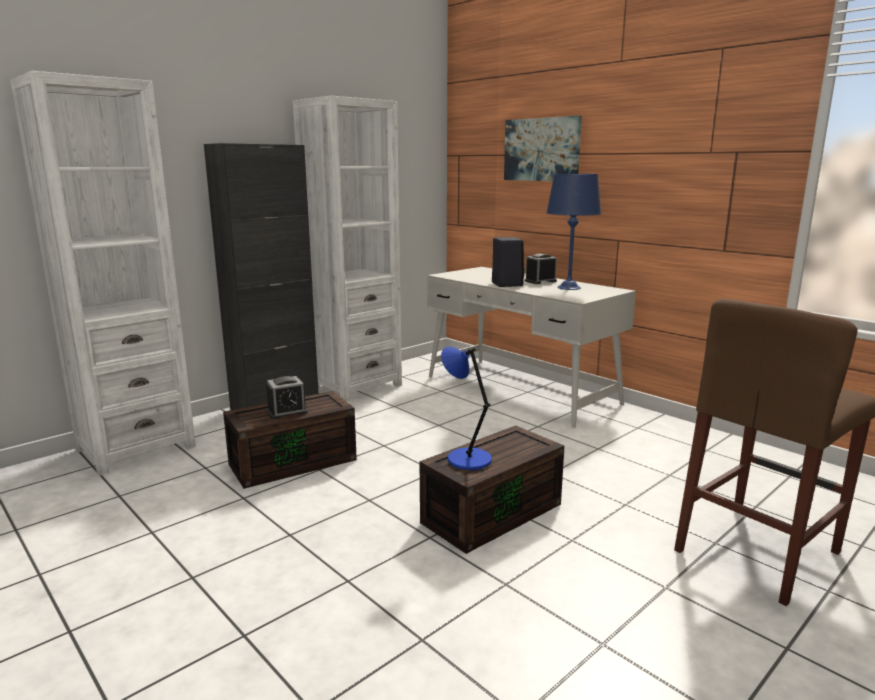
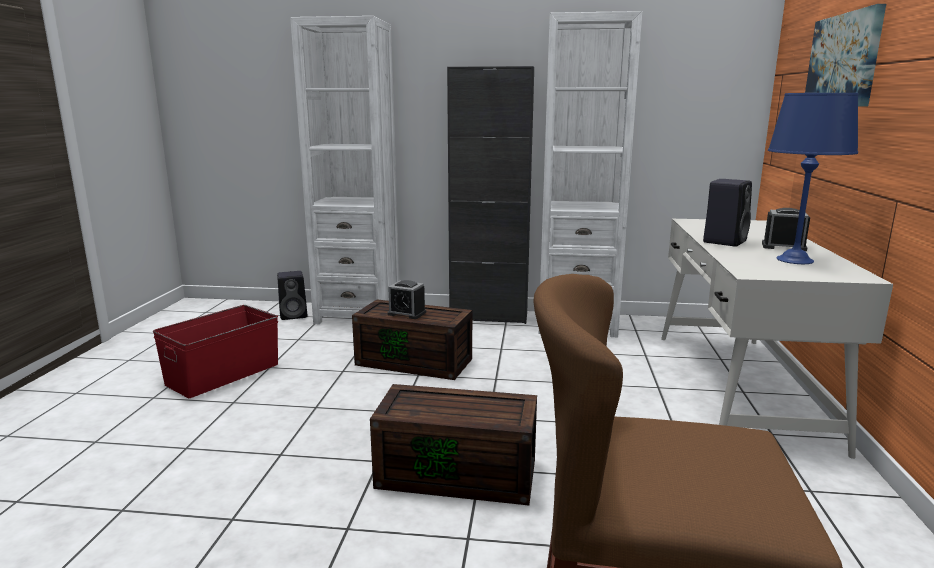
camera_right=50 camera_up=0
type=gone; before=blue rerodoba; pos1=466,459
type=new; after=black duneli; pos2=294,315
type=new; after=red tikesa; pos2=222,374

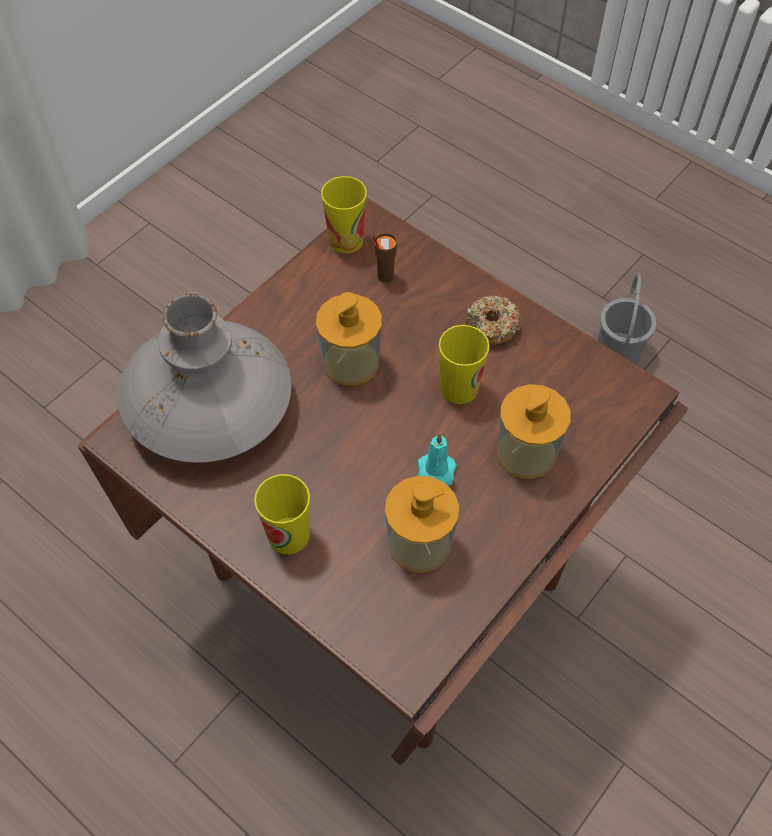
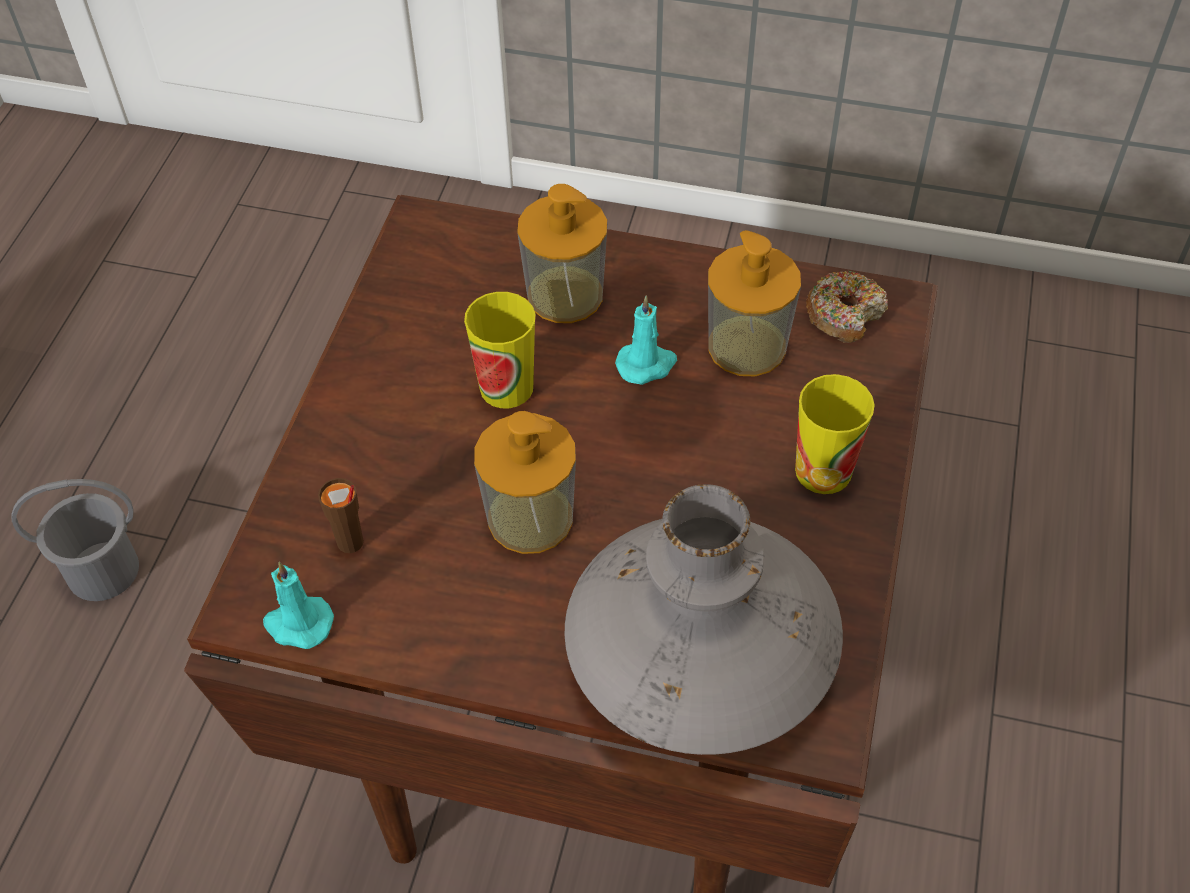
camera_right=-115 camera_up=-5
type=swapped; before=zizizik; after=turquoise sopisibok; pos1=346,240; pos2=298,624
type=shifted; before=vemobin; pos1=492,326; pos2=844,314

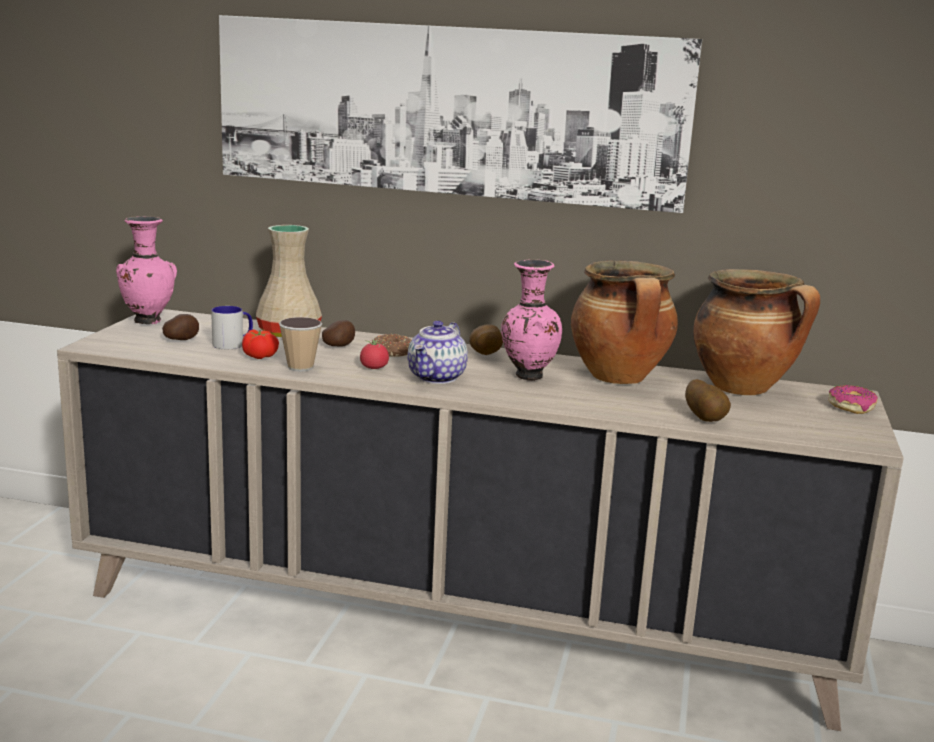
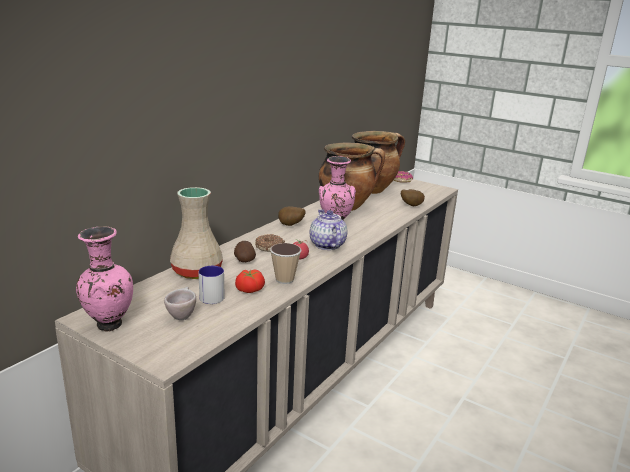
camera_right=-70 camera_up=5
type=gone; before=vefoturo; pos1=447,111
type=swapped; before=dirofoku; after=beige zizizik; pos1=181,340; pos2=182,315
type=rotated; before=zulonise; pos1=437,377; pos2=326,245; turn=-150

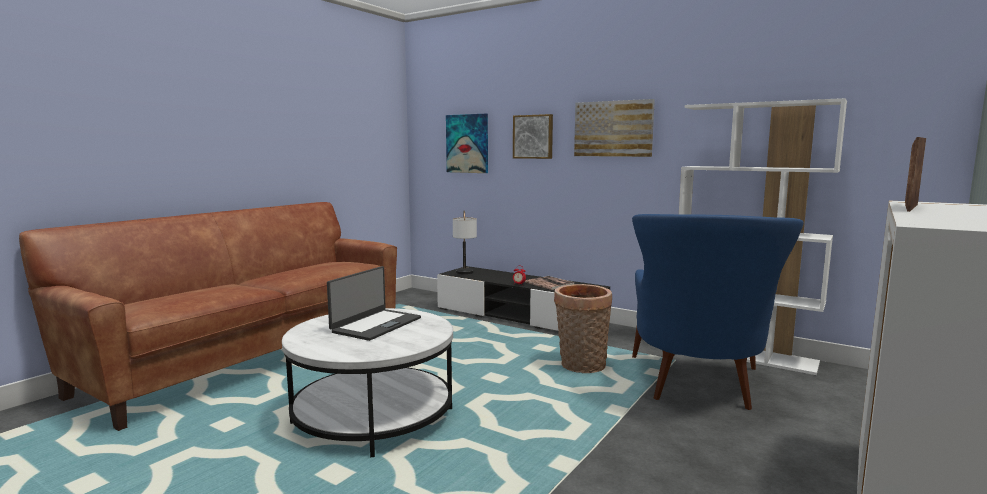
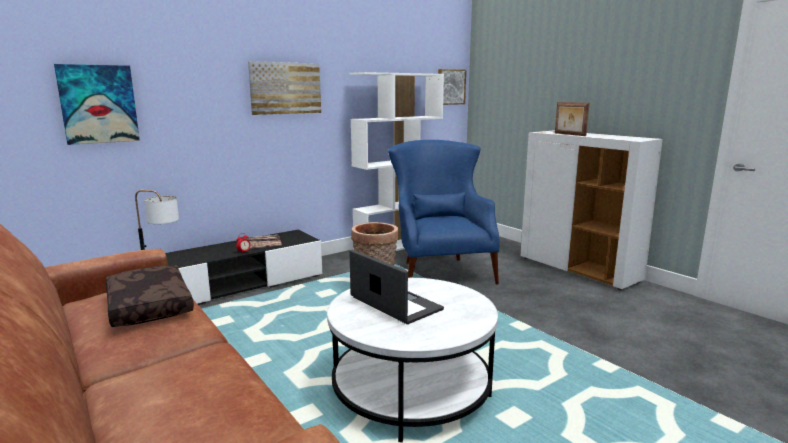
camera_right=-70 camera_up=5
type=shifted; before=vefoturo; pos1=533,136; pos2=450,87
type=rotated; before=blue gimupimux; pos1=698,389; pos2=439,268; turn=-135
type=new; after=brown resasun; pos2=147,306

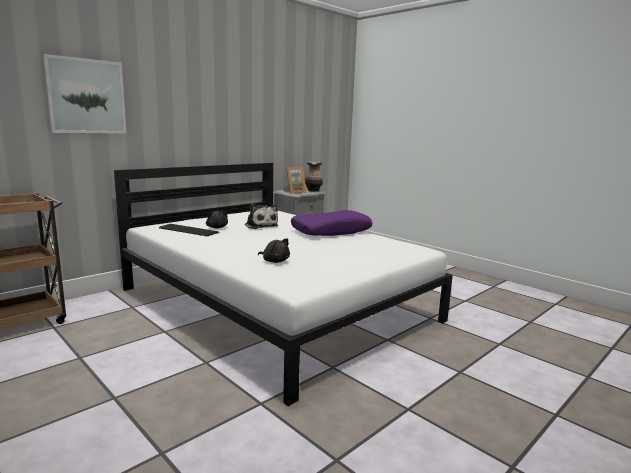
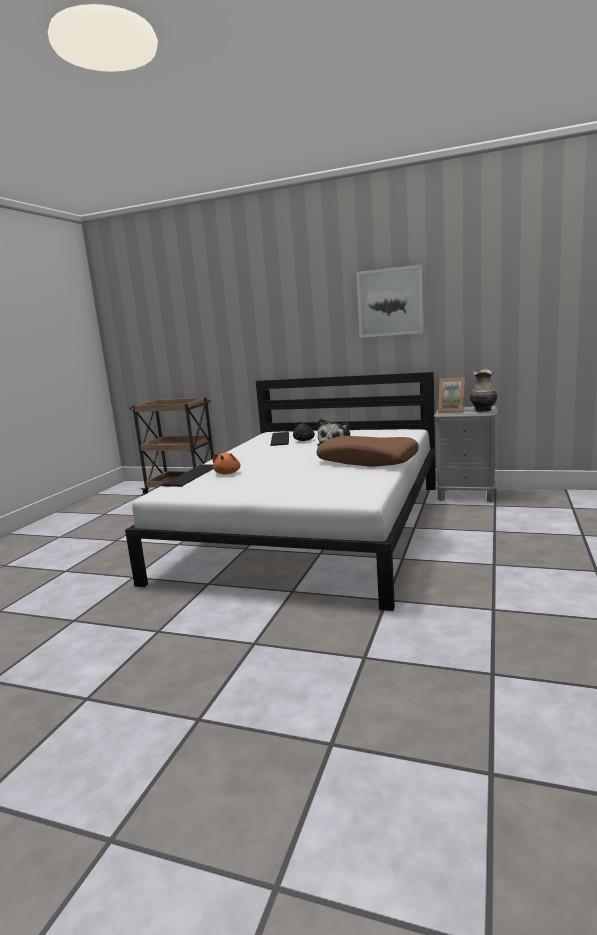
camera_right=65 camera_up=0
type=shifted; before=vefoturo; pos1=86,96; pos2=390,302
type=repainted; before=purple resasun; after=brown resasun; pos1=331,231; pos2=368,460
type=repainted; before=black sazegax; after=orange sazegax; pos1=275,261; pos2=228,473
type=new; after=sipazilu; pos2=192,475

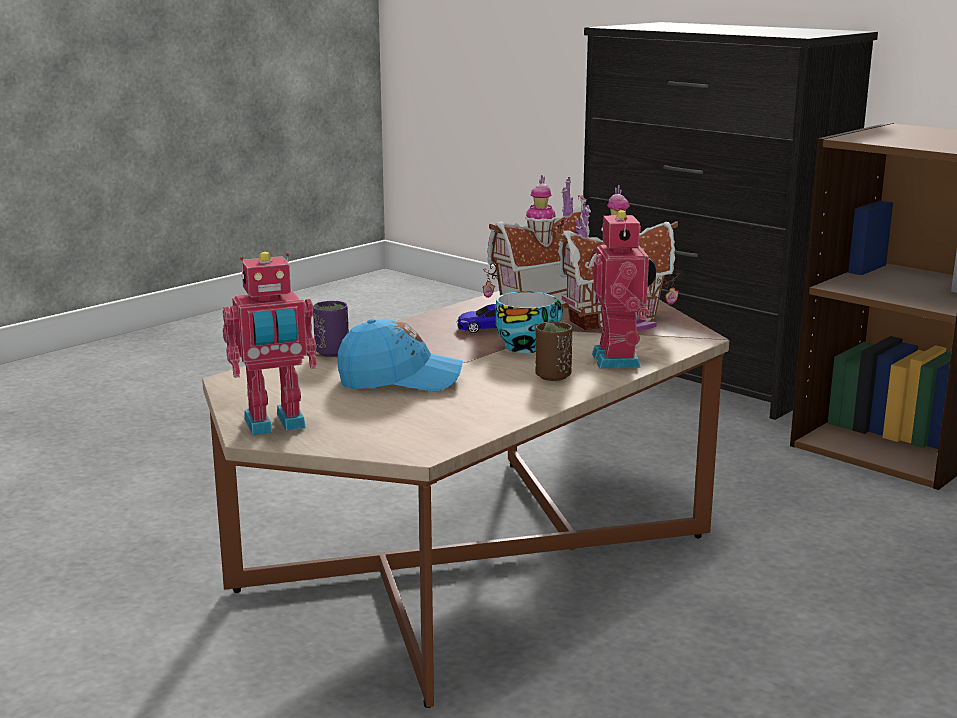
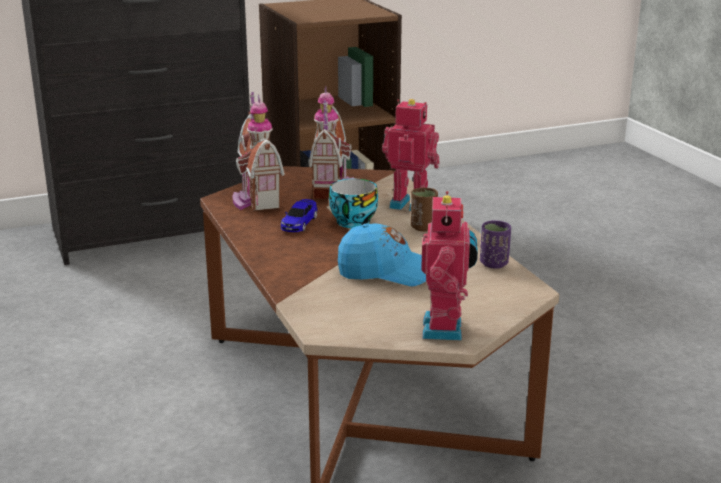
camera_right=-65 camera_up=5
type=shifted; before=purple zizizik; pos1=332,352; pos2=494,264
type=rotated; before=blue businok; pos1=400,380; pos2=386,272; turn=75

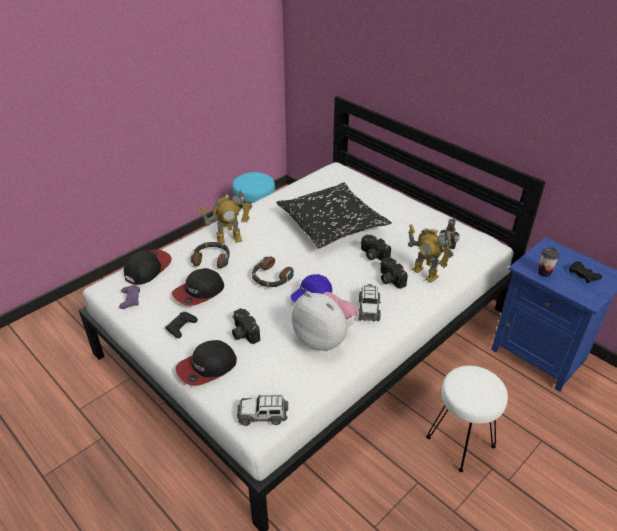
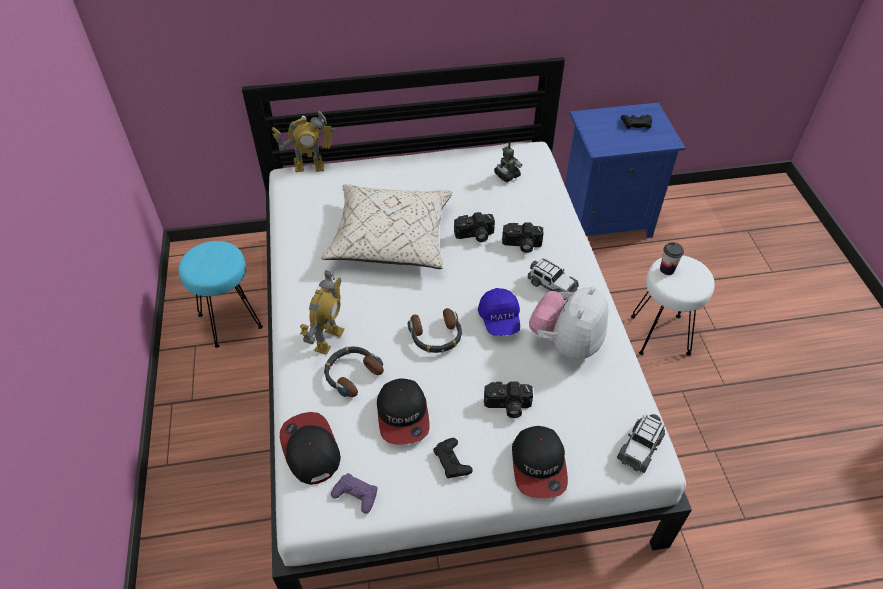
camera_right=-55 camera_up=10
type=repainted; before=black resasun; after=beige resasun; pos1=331,225; pos2=390,238
type=shifted; before=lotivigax; pos1=425,273; pos2=309,167
type=shifted; before=zizizik; pos1=544,272; pos2=667,269
type=rotated; before=sazegax; pos1=324,338; pos2=566,342; turn=-45

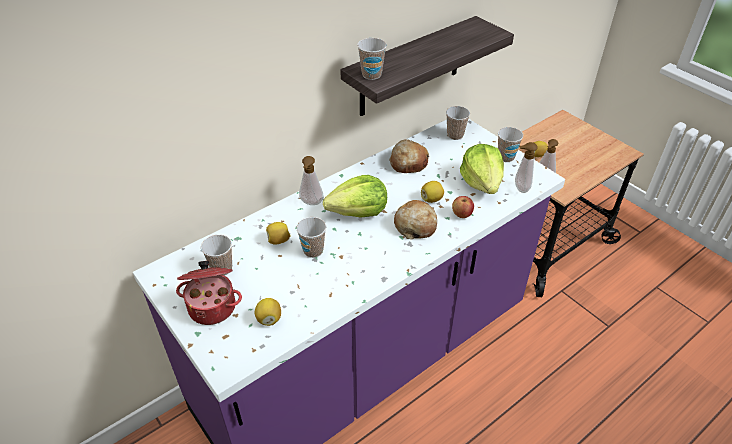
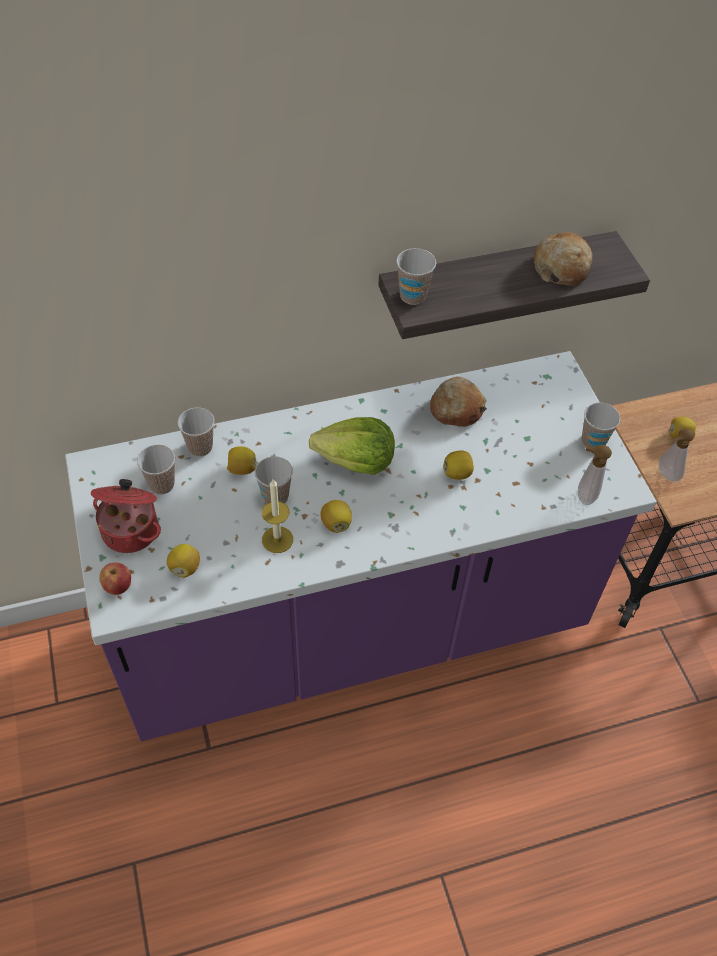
camera_right=20 camera_up=10
type=shifted; before=zizizik; pos1=455,135; pos2=200,447
type=gone; before=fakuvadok; pos1=482,182
type=gone; before=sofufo; pos1=311,203
type=shifted; before=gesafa; pos1=461,214; pos2=118,586
type=shifted; before=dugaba; pos1=415,225; pos2=561,267
type=new; after=sopisibok; pos2=277,539
type=new; after=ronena; pos2=336,523

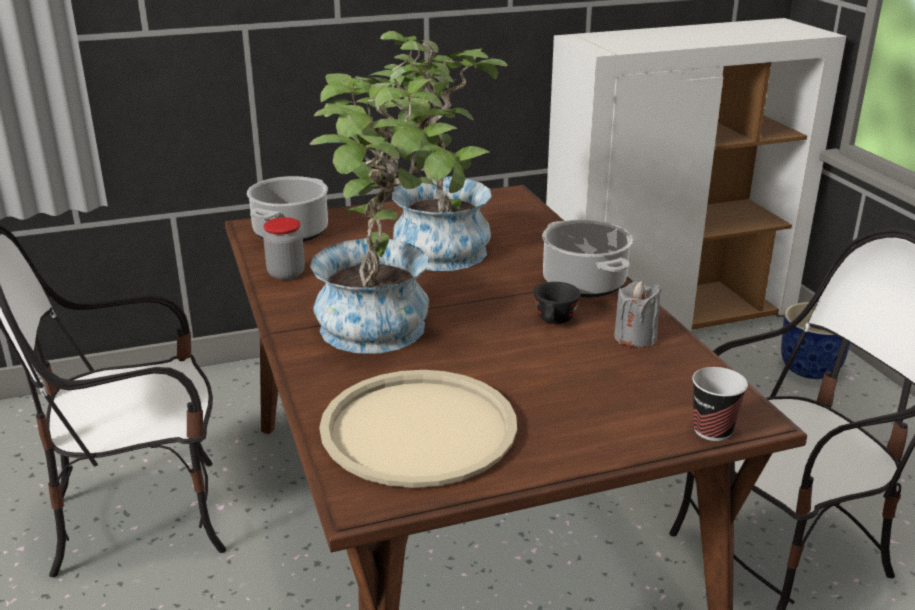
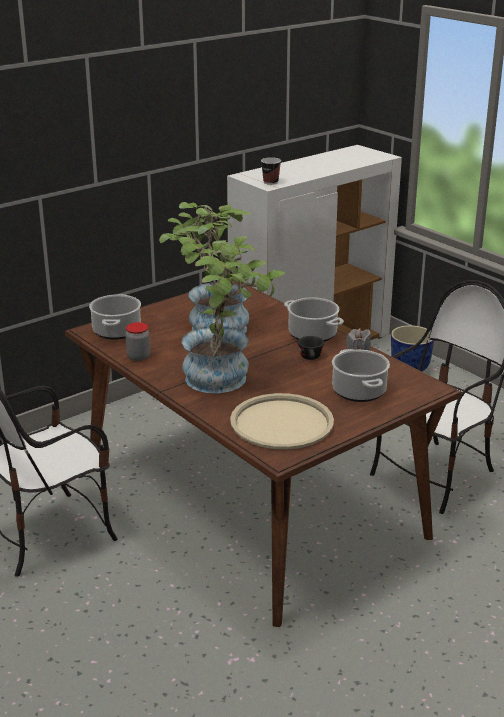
camera_right=-20 camera_up=0
type=shifted; before=zizizik; pos1=712,430; pos2=270,182
type=new; after=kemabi; pos2=358,391

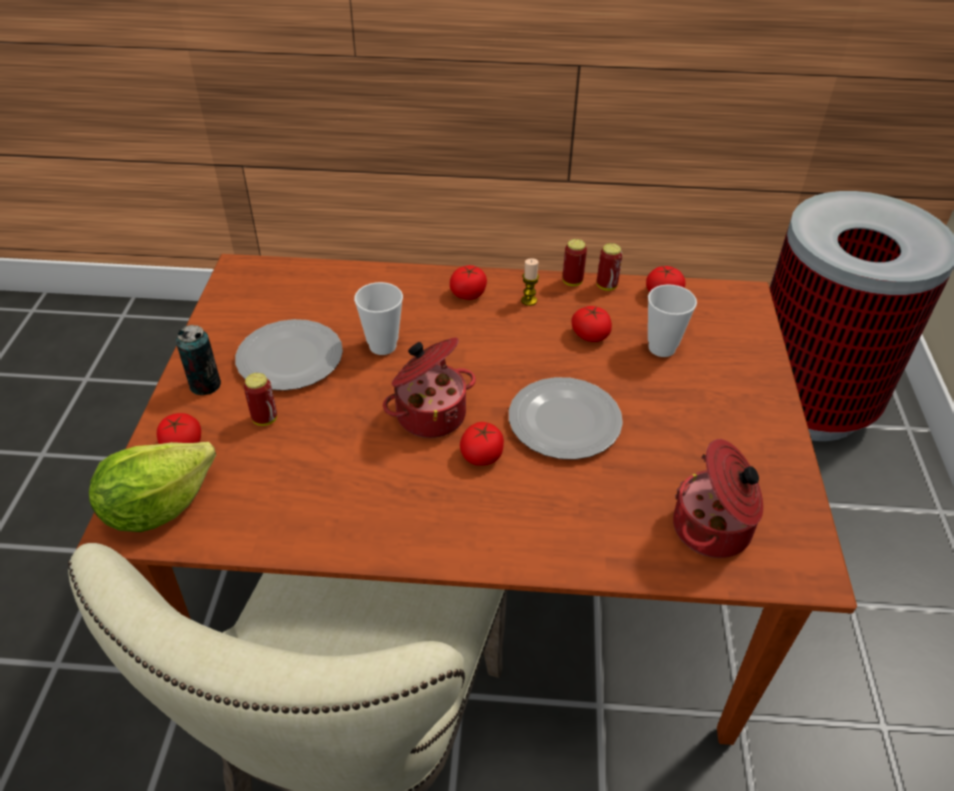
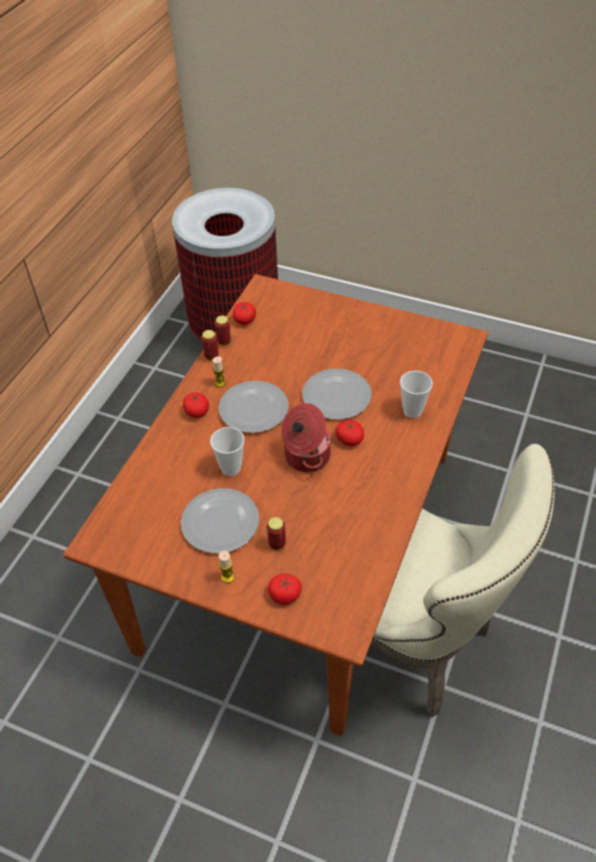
camera_right=-70 camera_up=5
type=shifted; before=zizizik; pos1=661,348; pos2=412,411
type=gone; before=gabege; pos1=590,335
type=swapped; before=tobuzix; after=sopisibok; pos1=205,385; pos2=227,577
type=gone; before=kemabi; pos1=713,530
type=gone; before=fakuvadok; pos1=157,506
type=new; after=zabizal; pos2=253,408

